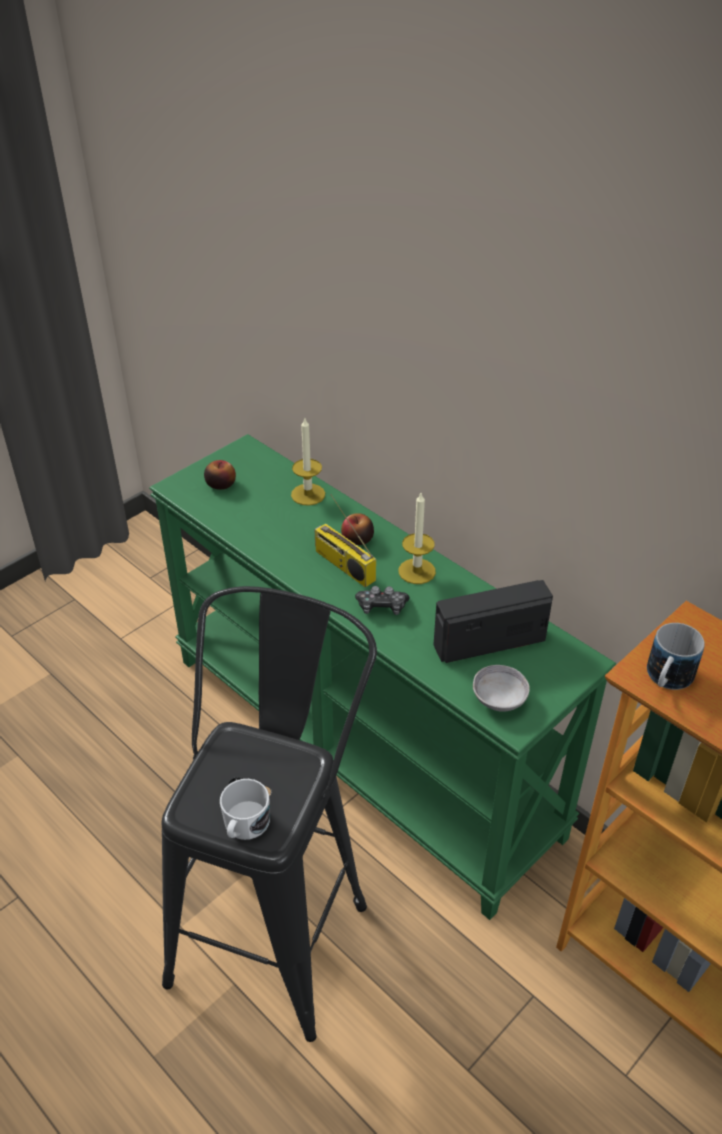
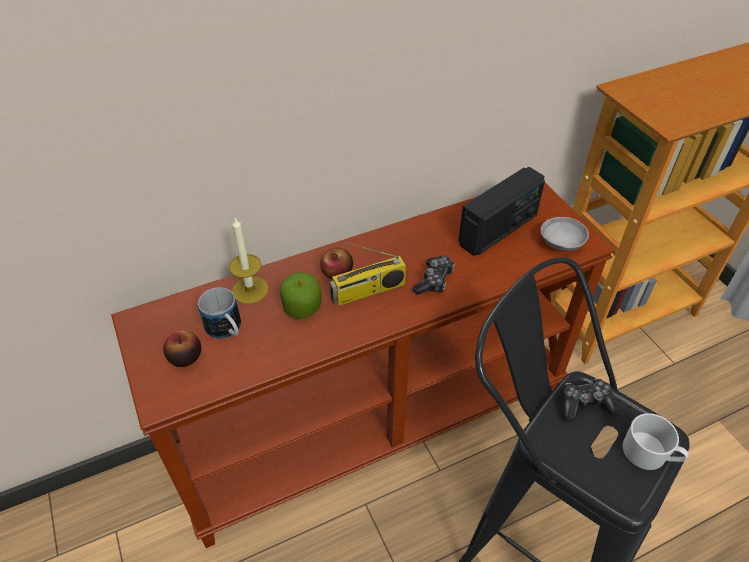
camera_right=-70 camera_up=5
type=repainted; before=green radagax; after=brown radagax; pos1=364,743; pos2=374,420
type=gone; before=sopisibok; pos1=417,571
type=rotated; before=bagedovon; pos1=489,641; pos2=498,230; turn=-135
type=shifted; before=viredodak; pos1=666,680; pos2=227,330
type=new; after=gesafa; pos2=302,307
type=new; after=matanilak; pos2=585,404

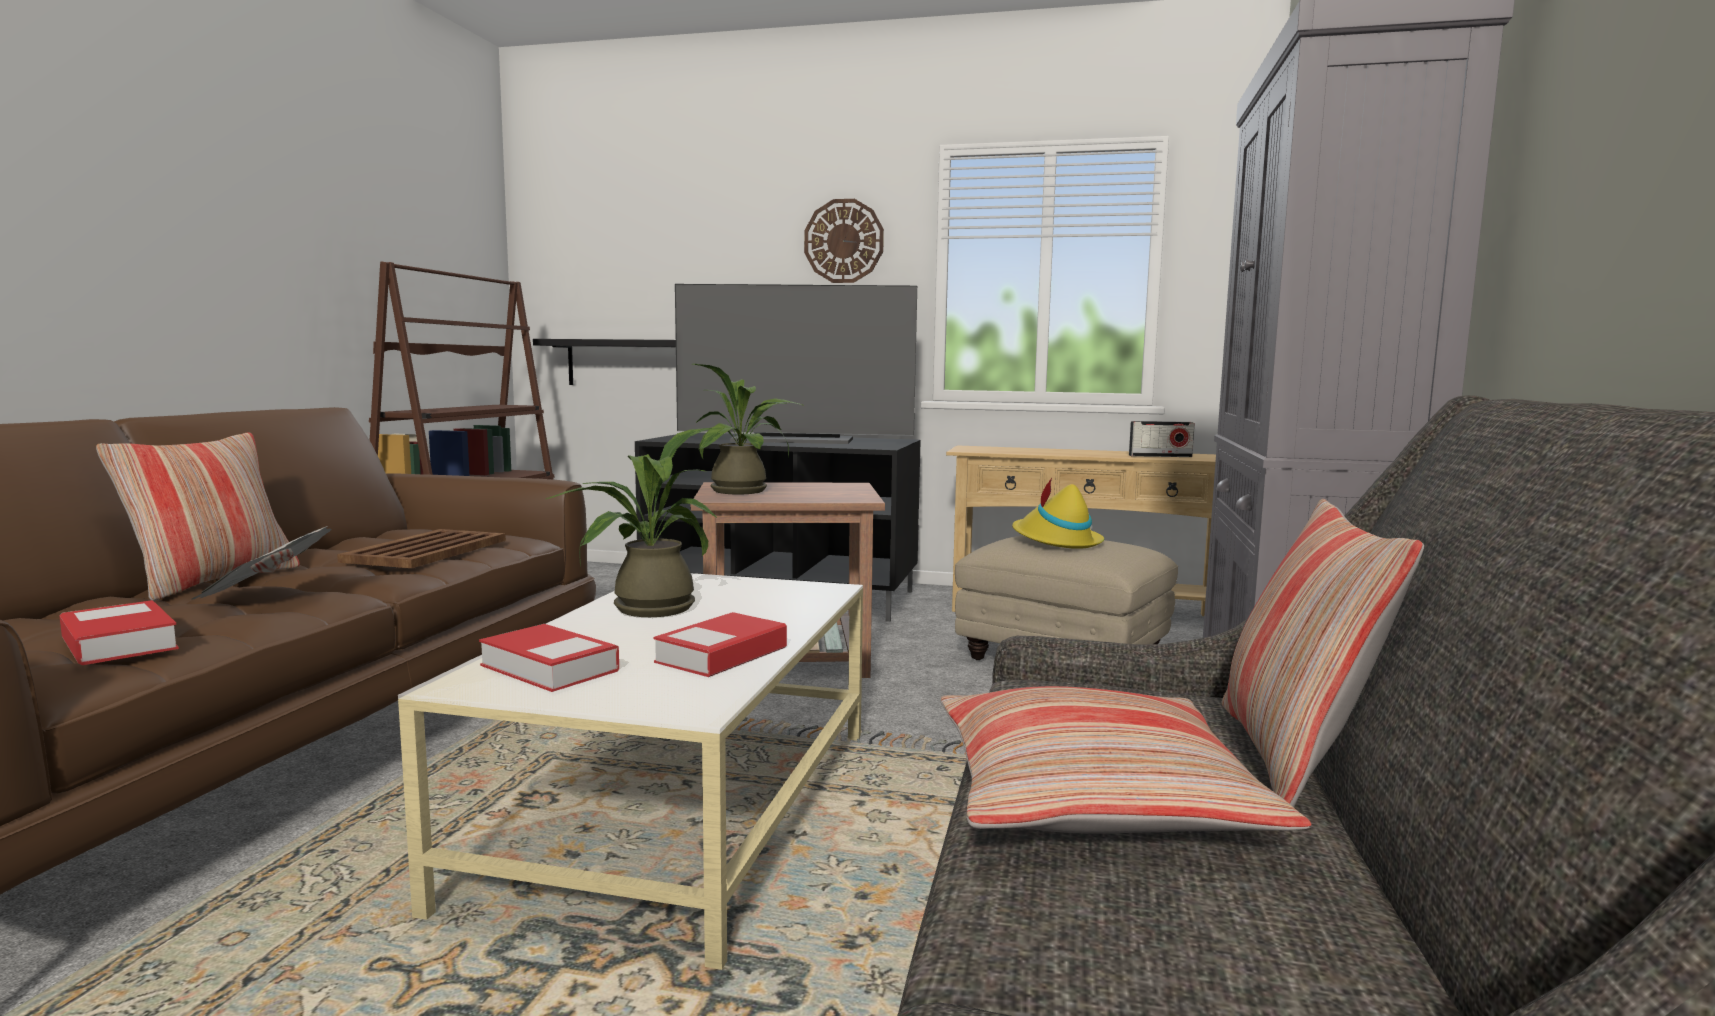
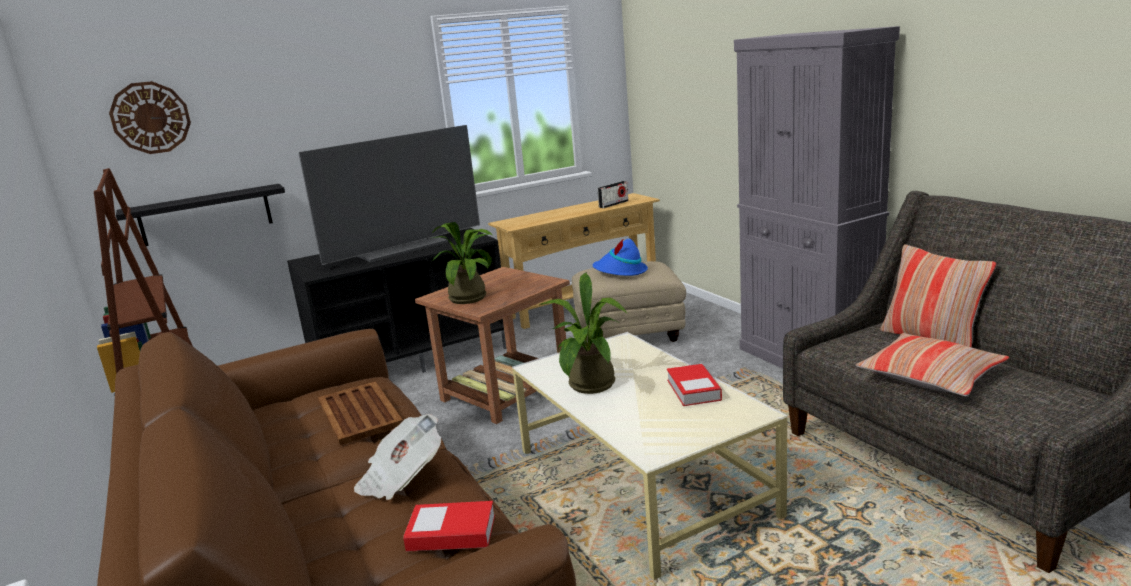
camera_right=-40 camera_up=10
type=shifted; before=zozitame; pos1=844,241; pos2=150,118
type=gone; before=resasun; pos1=213,581
type=repainted; before=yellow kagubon; after=blue kagubon; pos1=1055,541; pos2=620,271
type=gone; before=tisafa; pos1=549,668

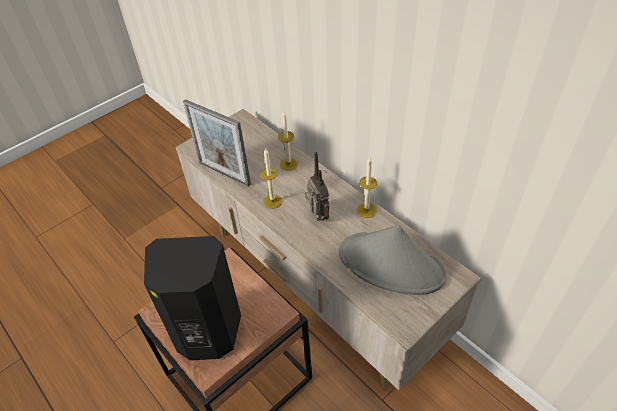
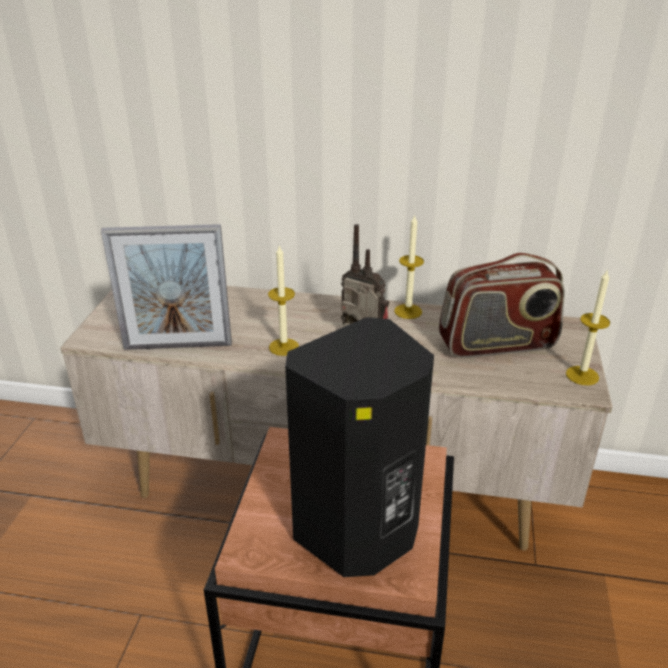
camera_right=-40 camera_up=-15
type=shifted; before=sopisibok; pos1=288,164; pos2=582,375
type=swapped; before=grey kagubon; after=bagedovon; pos1=391,264; pos2=497,344

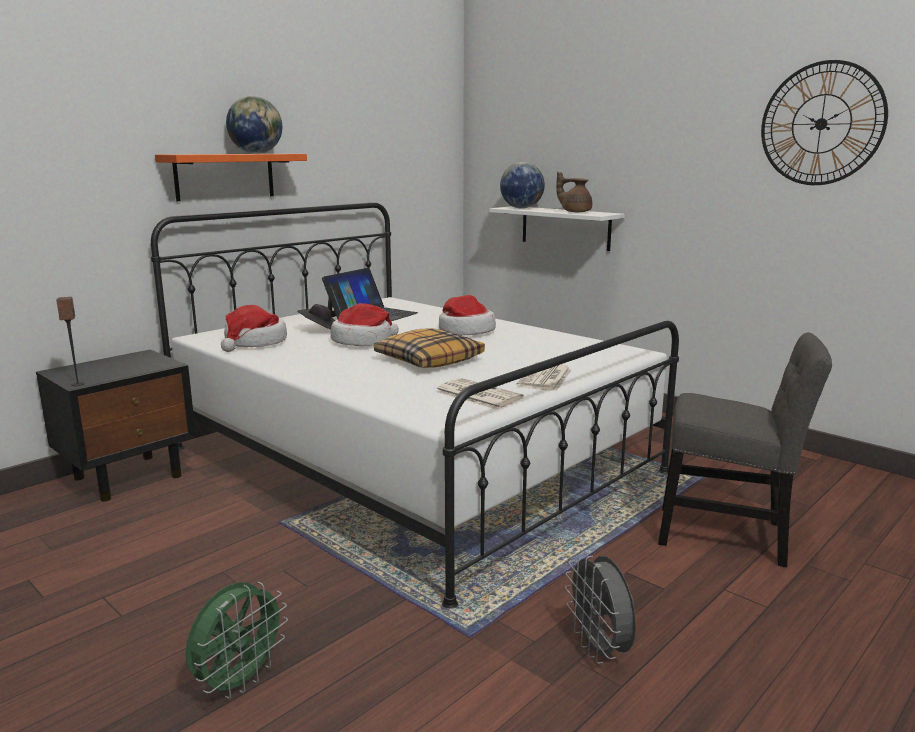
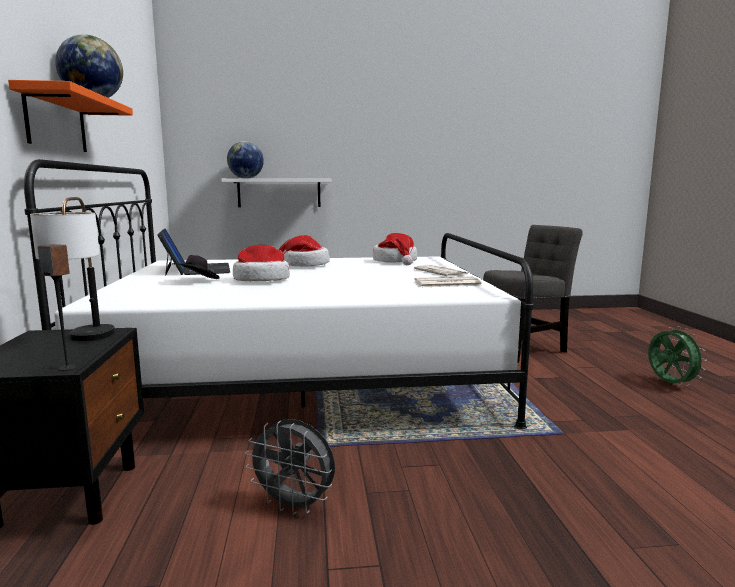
camera_right=-50 camera_up=-5
type=gone; before=zozitame; pos1=821,124
type=gone; before=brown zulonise; pos1=575,212
type=shifted; before=kagubon; pos1=255,343; pos2=395,261
type=gone; before=resasun; pos1=429,360
type=shifted; before=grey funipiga; pos1=600,650; pos2=295,505
type=shifted; before=green funipiga; pos1=239,681; pos2=669,384
type=new; after=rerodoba; pos2=84,341

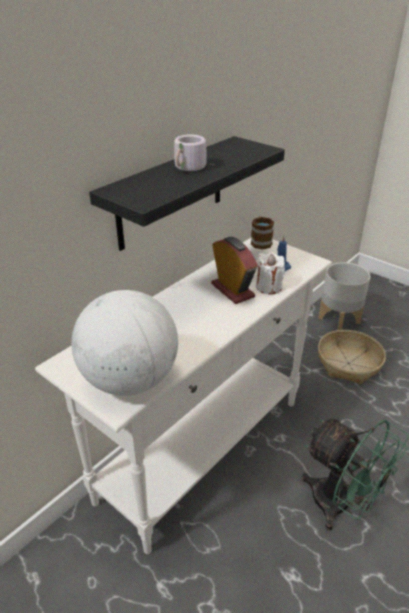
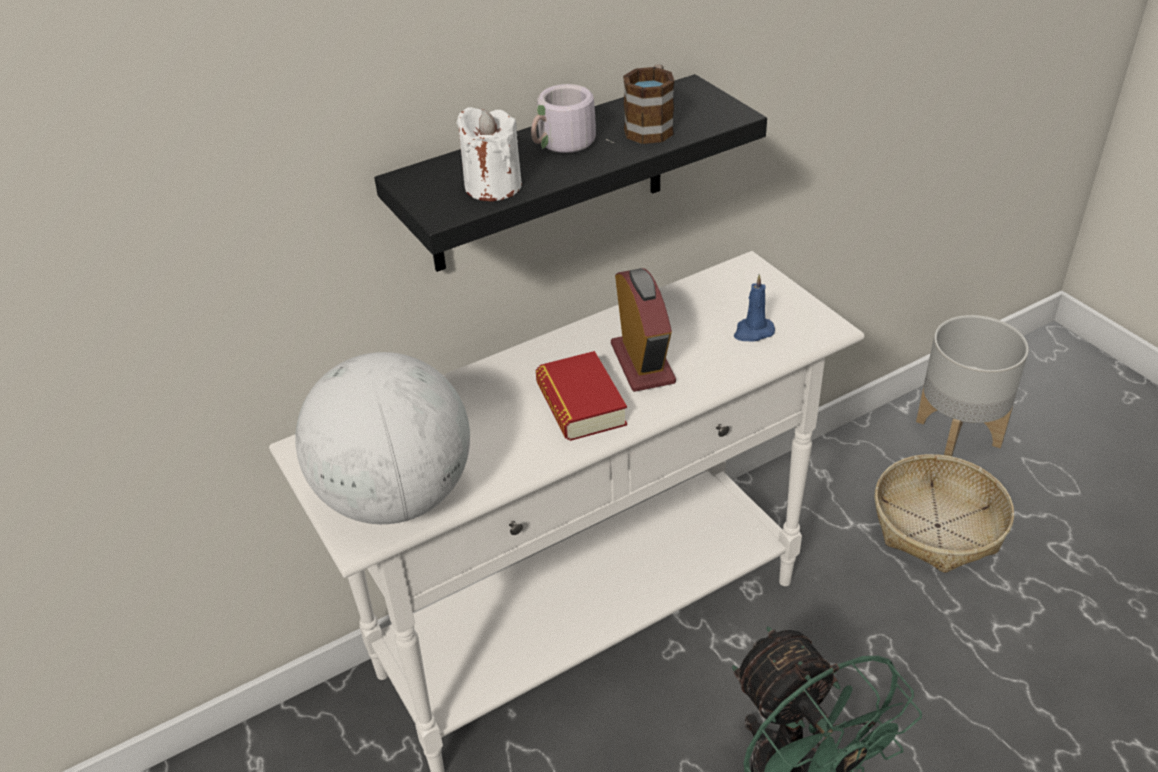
camera_right=20 camera_up=5
type=shifted; before=viredodak; pos1=260,241; pos2=651,126
type=shifted; before=white sopisibok; pos1=268,287; pos2=493,186
type=new; after=tisafa; pos2=581,404

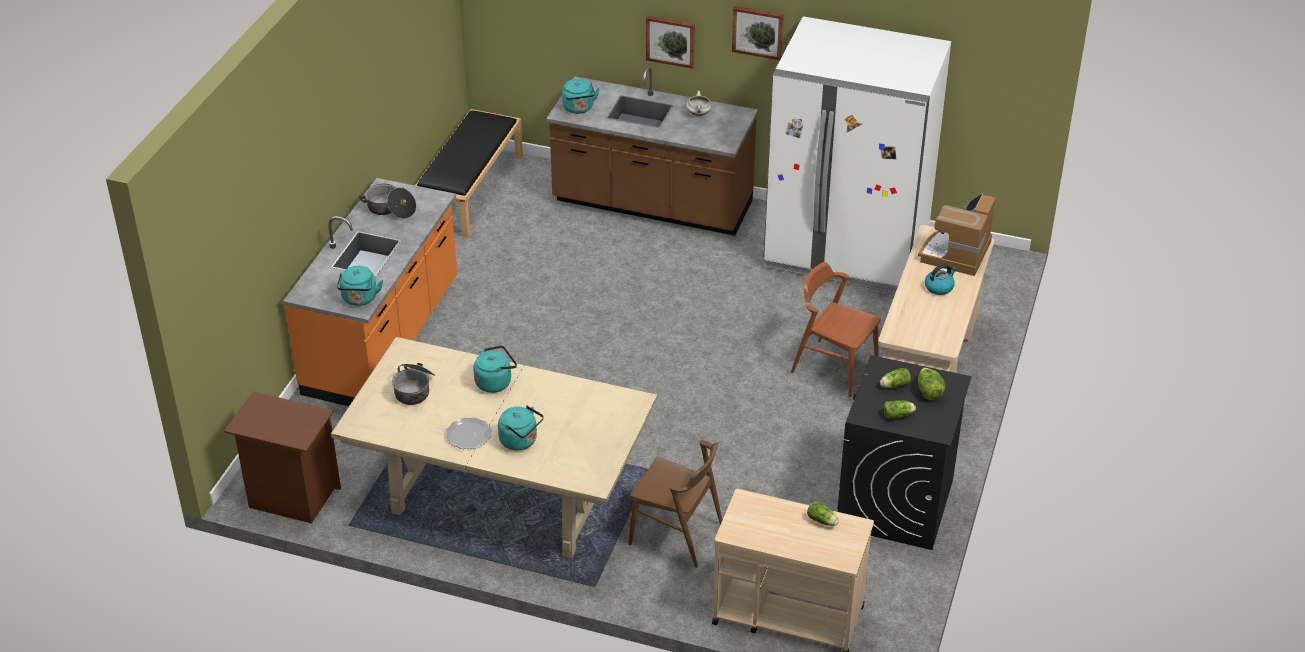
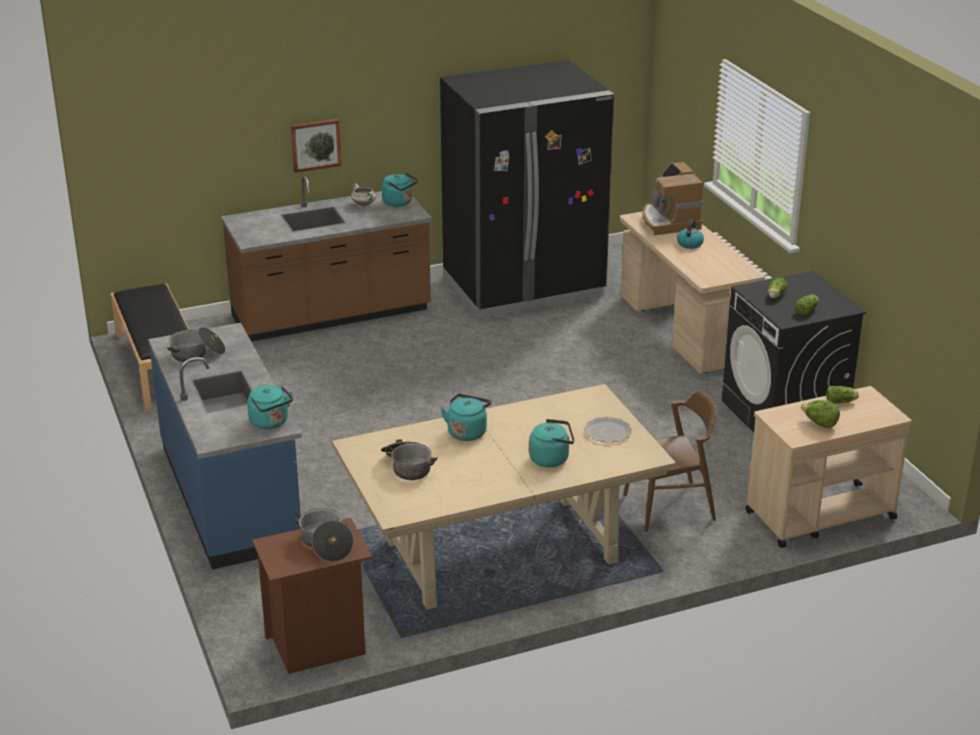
camera_right=-40 camera_up=-10
type=gone; before=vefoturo; pos1=758,31
type=repainted; before=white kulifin; after=black kulifin; pos1=846,252; pos2=524,287
type=shifted; before=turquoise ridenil; pos1=579,109; pos2=399,203
type=repainted; before=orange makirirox; after=blue makirirox; pos1=383,338; pos2=232,495
type=gone; before=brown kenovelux; pos1=834,367
type=shifted; before=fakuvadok; pos1=929,392; pos2=819,424
type=shifted; before=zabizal; pos1=468,435; pos2=608,432
type=new; after=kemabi; pos2=325,544

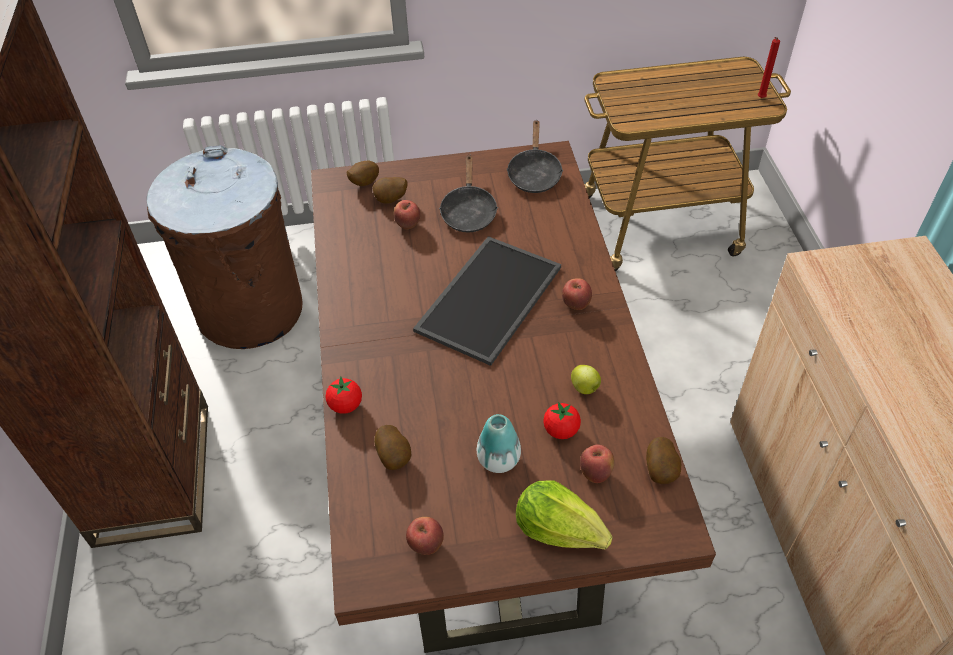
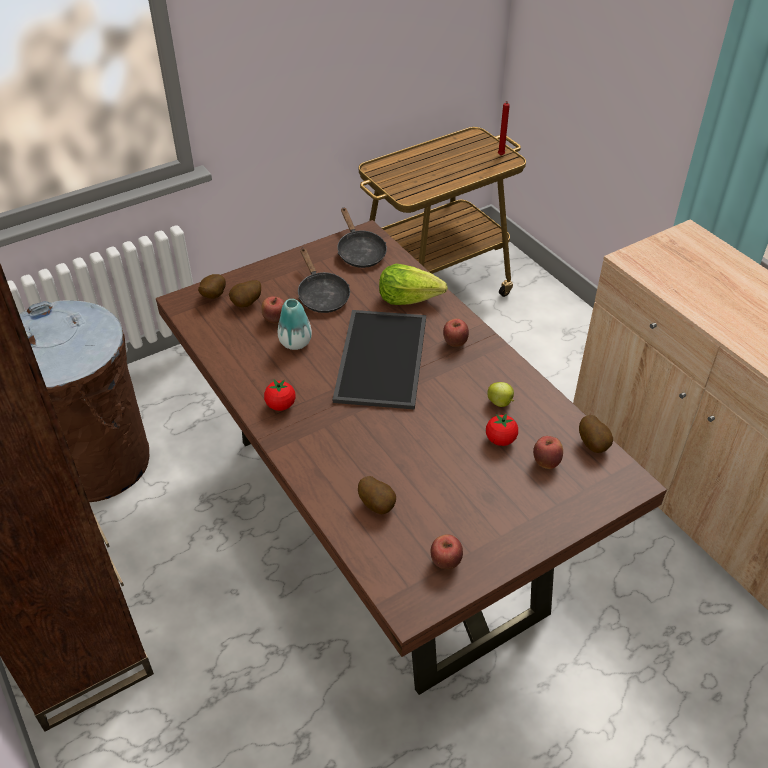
camera_right=-25 camera_up=-5
type=shifted; before=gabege; pos1=345,405; pos2=280,405
type=shifted; before=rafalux; pos1=498,459; pos2=295,342
type=shifted; before=fakuvadok; pos1=559,529; pos2=409,298

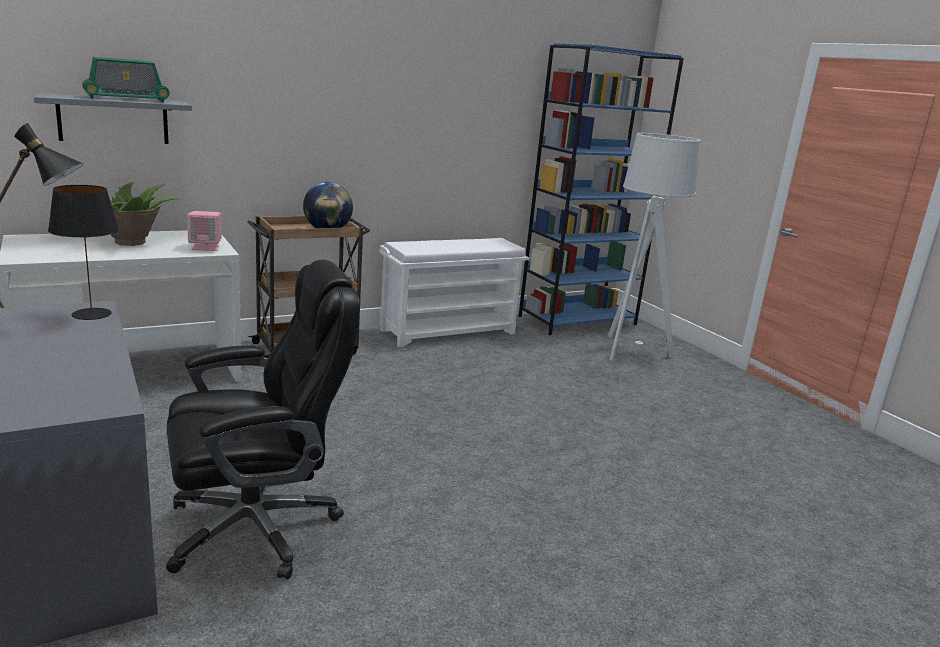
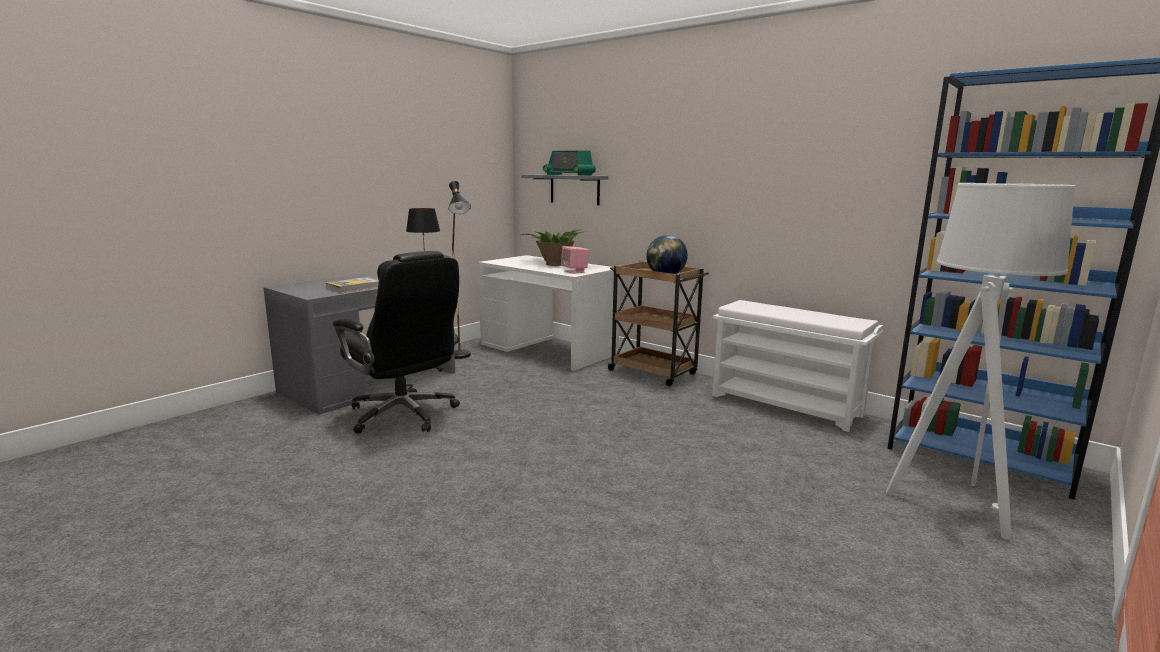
camera_right=70 camera_up=-5
type=new; after=tisafa; pos2=354,287

